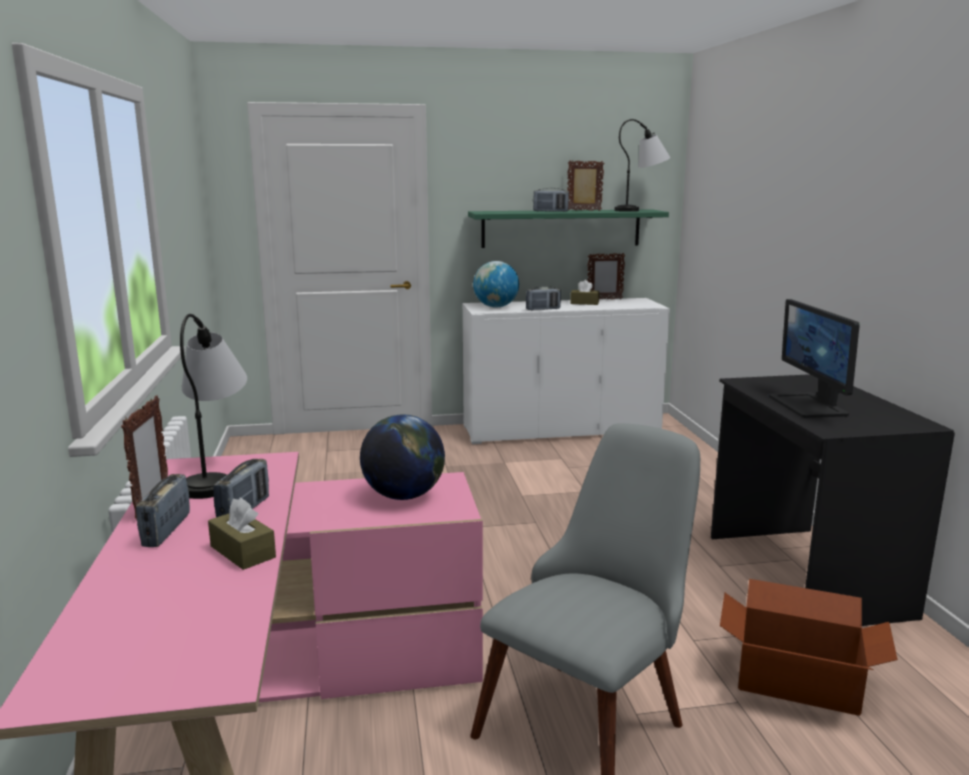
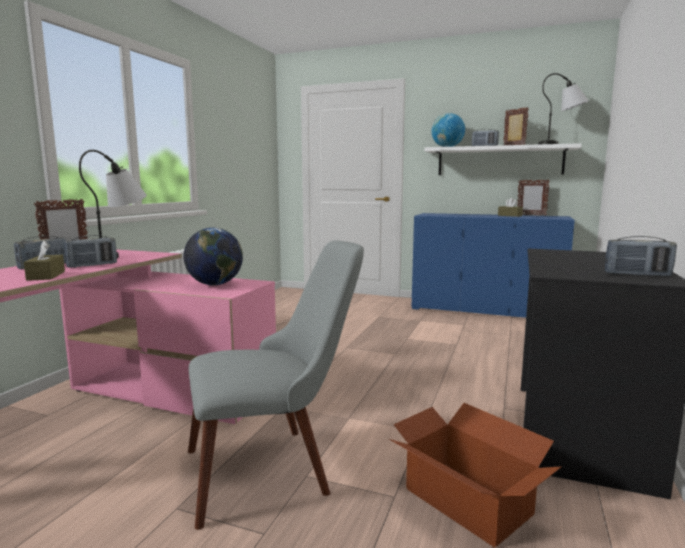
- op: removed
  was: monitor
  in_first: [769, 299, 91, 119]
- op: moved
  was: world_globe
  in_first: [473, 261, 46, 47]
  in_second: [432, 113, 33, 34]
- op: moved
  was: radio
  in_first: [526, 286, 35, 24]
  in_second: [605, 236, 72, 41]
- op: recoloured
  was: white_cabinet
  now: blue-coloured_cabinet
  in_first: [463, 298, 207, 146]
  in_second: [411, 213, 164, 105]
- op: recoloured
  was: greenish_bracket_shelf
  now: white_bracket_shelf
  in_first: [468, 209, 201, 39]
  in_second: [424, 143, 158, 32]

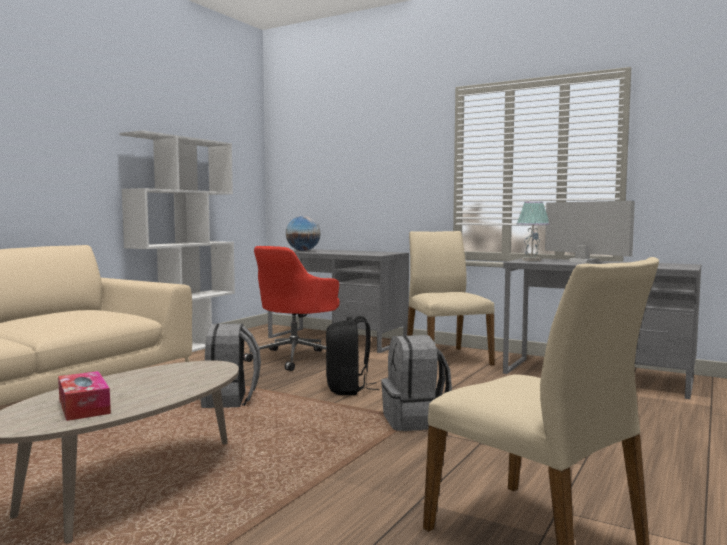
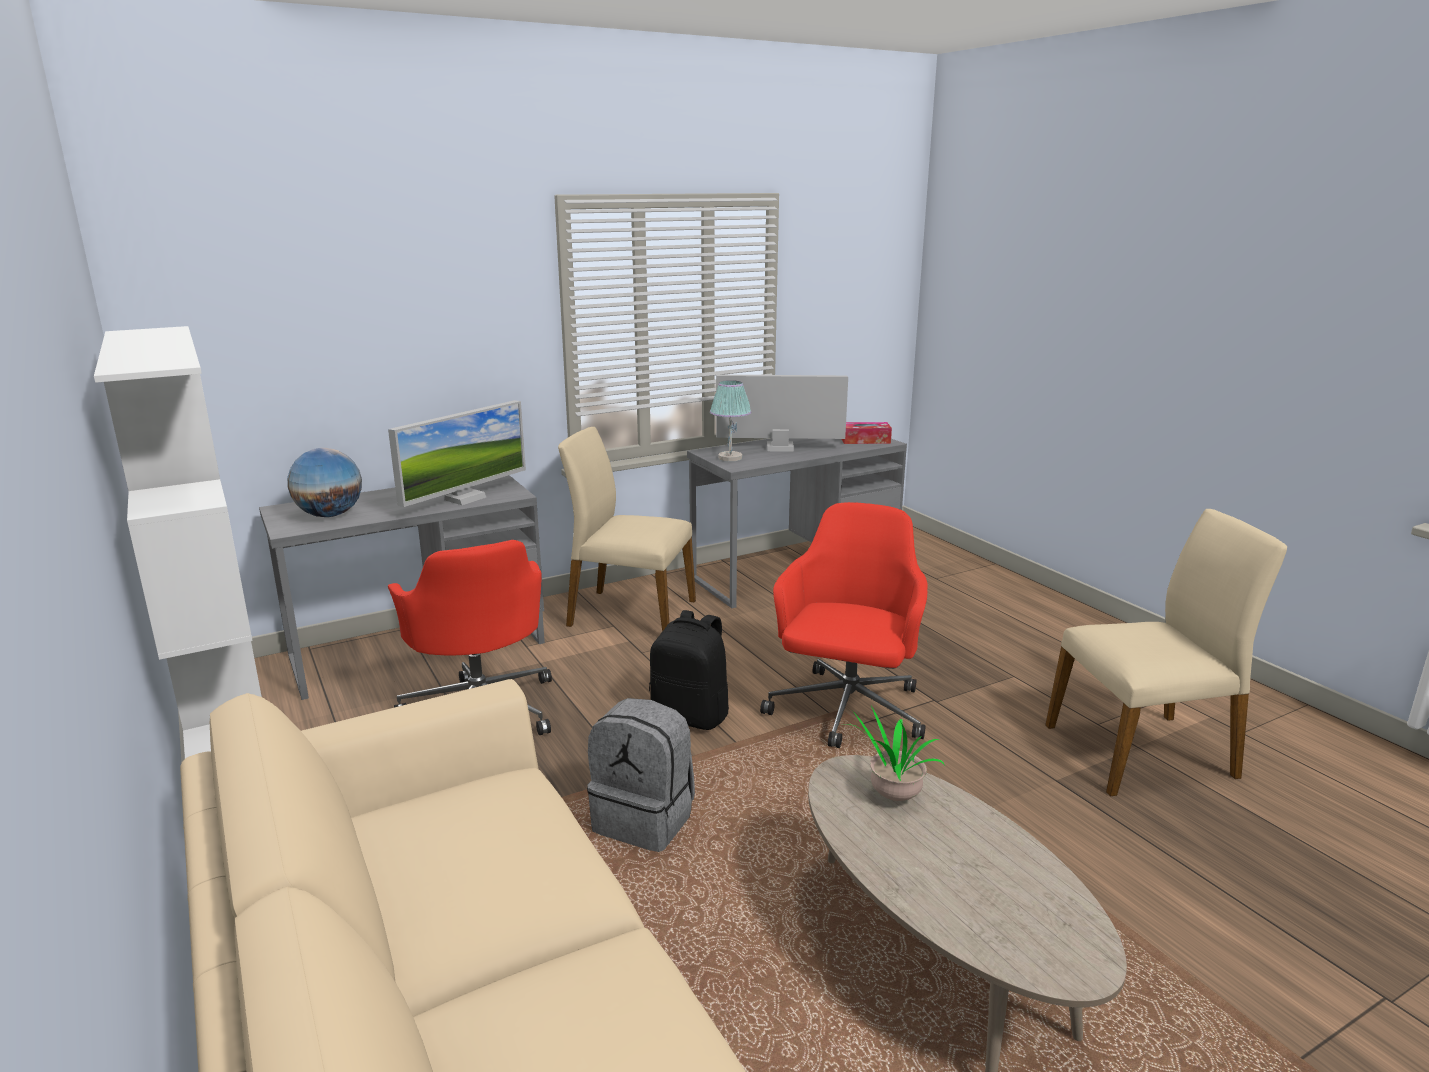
- op: added
  now: monitor
  in_second: [388, 400, 138, 107]
- op: added
  now: plant_in_a_pot
  in_second: [843, 707, 102, 94]
- op: moved
  was: tissue_holder
  in_first: [58, 371, 53, 50]
  in_second: [842, 422, 50, 22]
- op: replaced
  was: greyish_knapsack
  now: red_computer_chair
  in_first: [381, 335, 71, 96]
  in_second: [760, 502, 168, 246]

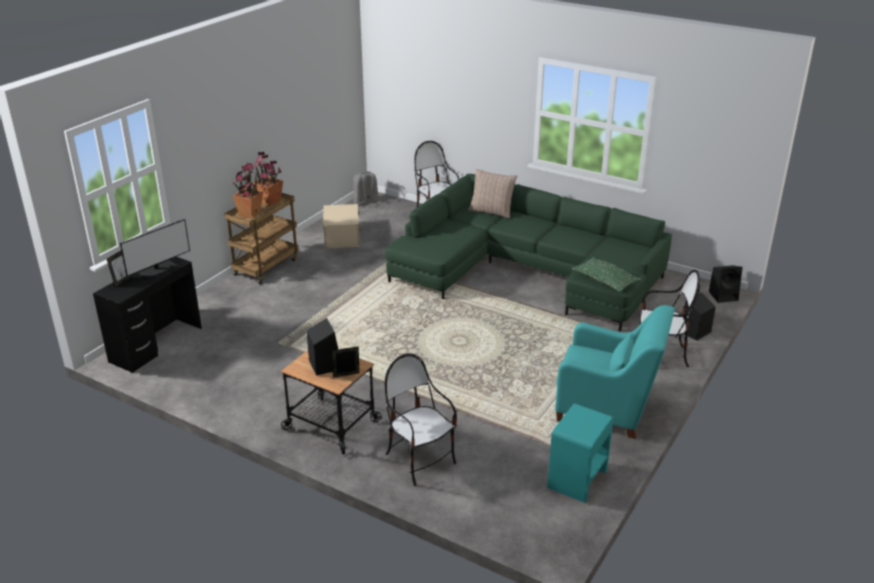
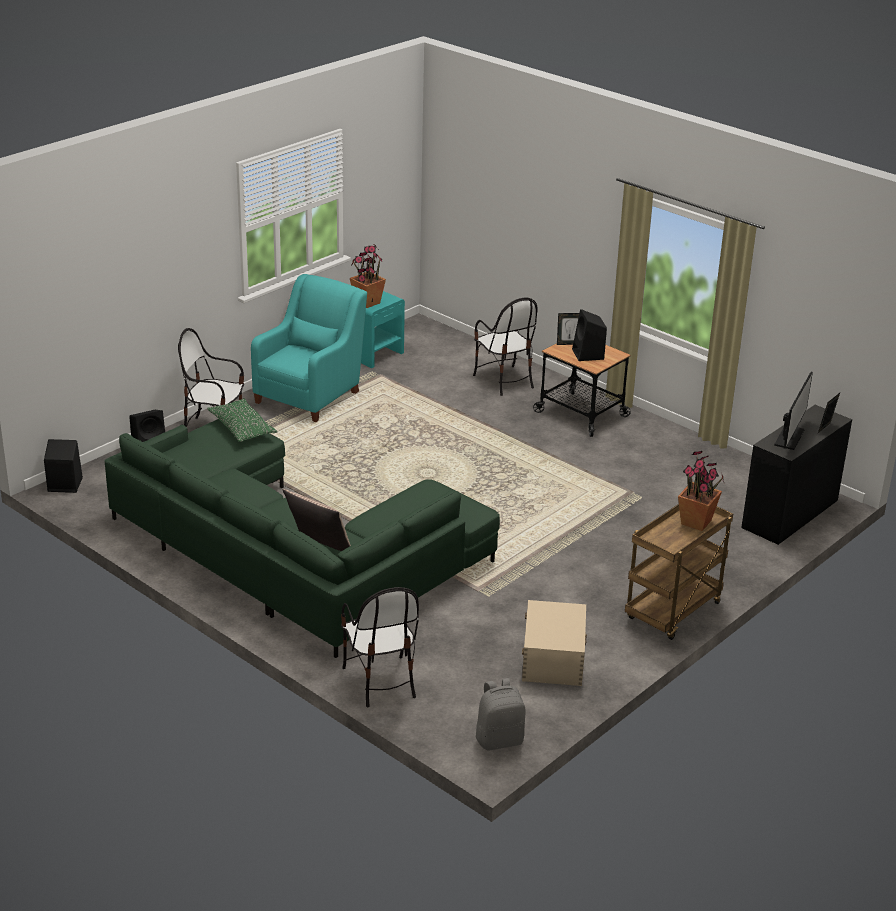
- op: moved
  was: plant_in_a_pot
  in_first: [253, 152, 30, 54]
  in_second: [350, 244, 36, 64]
- op: turned
  was: monitor
  in_first: [120, 219, 70, 61]
  in_second: [774, 371, 39, 79]
  clockwise: 150
- op: turned
  was: turquoise_armchair
  in_first: [555, 305, 120, 134]
  in_second: [251, 274, 116, 148]
  clockwise: 90

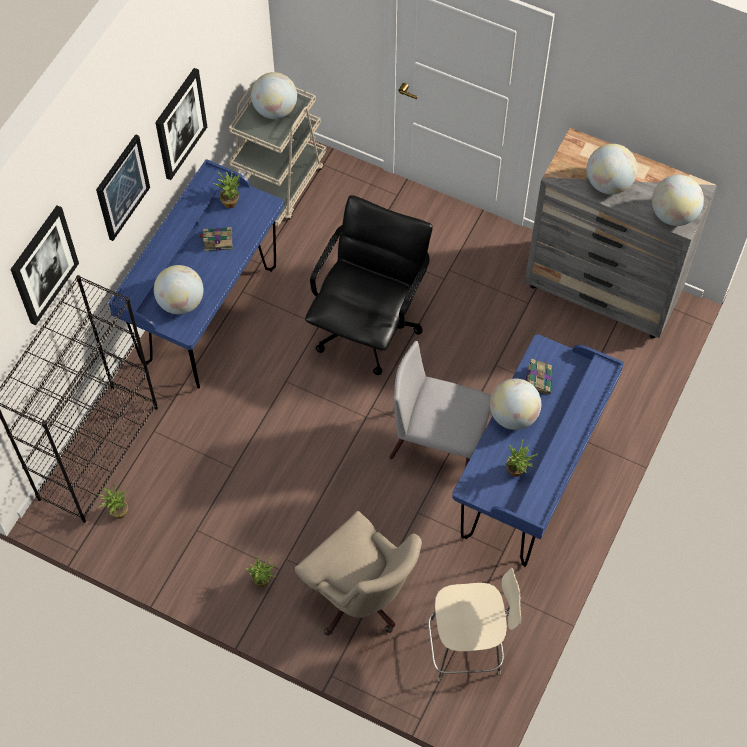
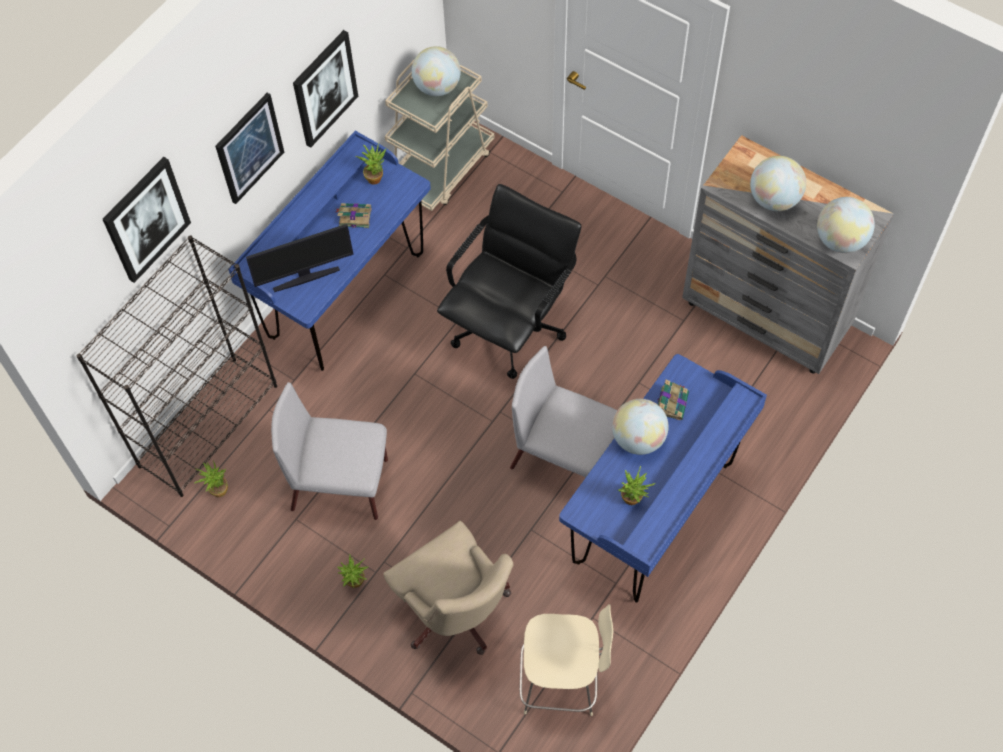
- op: added
  now: greyish_chair
  in_second: [271, 382, 117, 138]
- op: replaced
  was: world_globe
  now: monitor
  in_first: [154, 265, 49, 50]
  in_second: [246, 224, 108, 68]

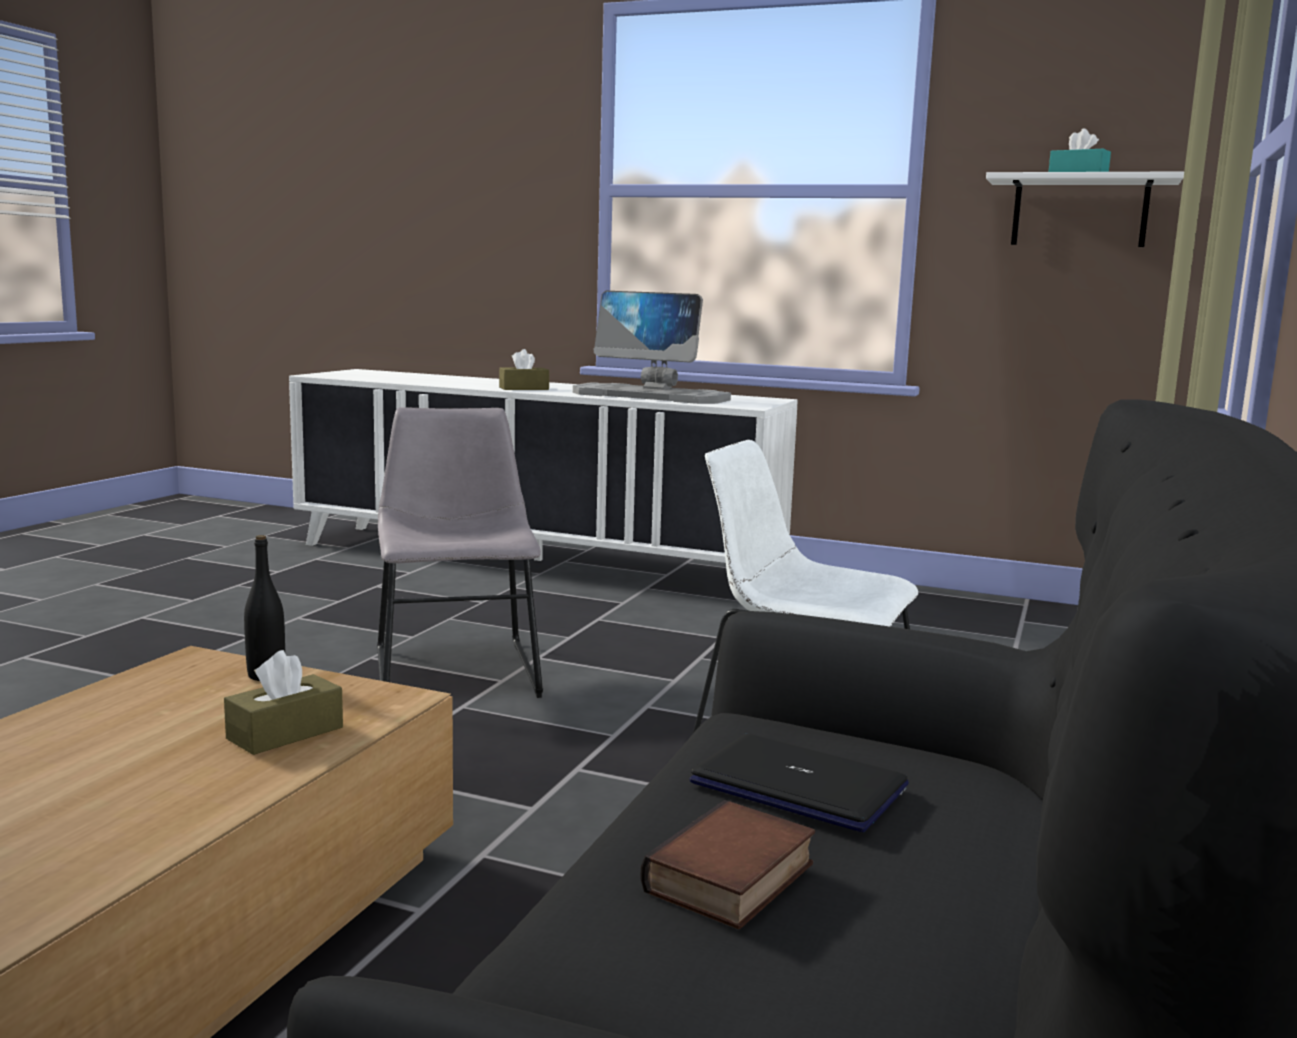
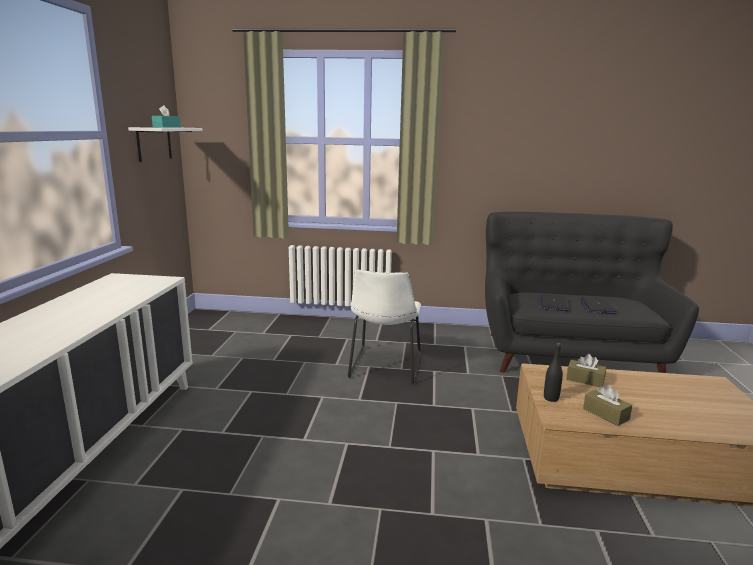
- op: removed
  was: greyish_chair
  in_first: [377, 407, 166, 291]
- op: removed
  was: monitor
  in_first: [573, 291, 158, 113]
- op: moved
  was: brown-coloured_tissue_holder
  in_first: [499, 349, 50, 41]
  in_second: [583, 385, 49, 41]
- op: replaced
  was: bound_book
  now: laptop
  in_first: [640, 800, 175, 129]
  in_second: [579, 297, 38, 17]

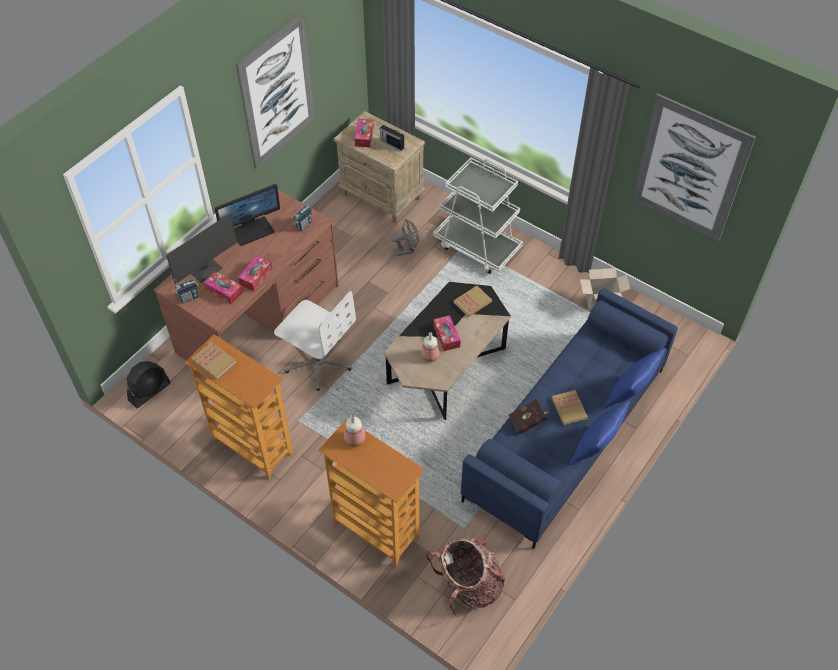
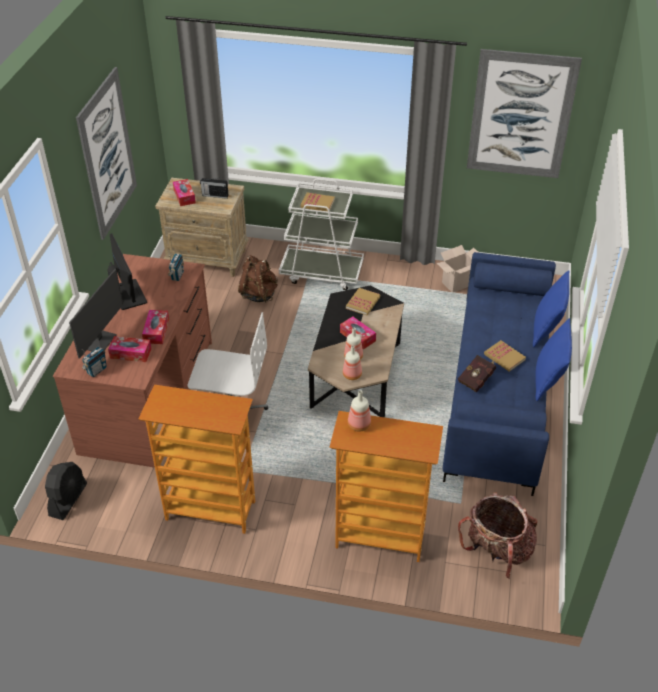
- op: added
  now: bottle
  in_second: [343, 345, 19, 35]
- op: moved
  was: bound_book
  in_first: [191, 342, 45, 37]
  in_second: [301, 192, 34, 19]
- op: replaced
  was: greyish_fan
  now: brown-coloured_knapsack
  in_first: [391, 219, 28, 37]
  in_second: [238, 255, 40, 48]
- op: turned
  was: monitor
  in_first: [214, 184, 66, 62]
  in_second: [107, 234, 40, 76]
  clockwise: -60

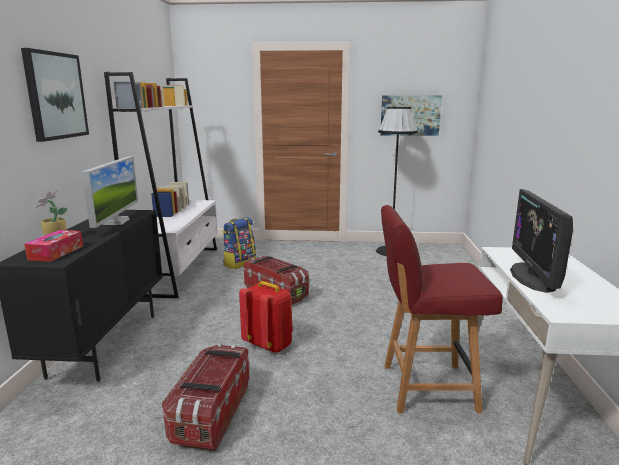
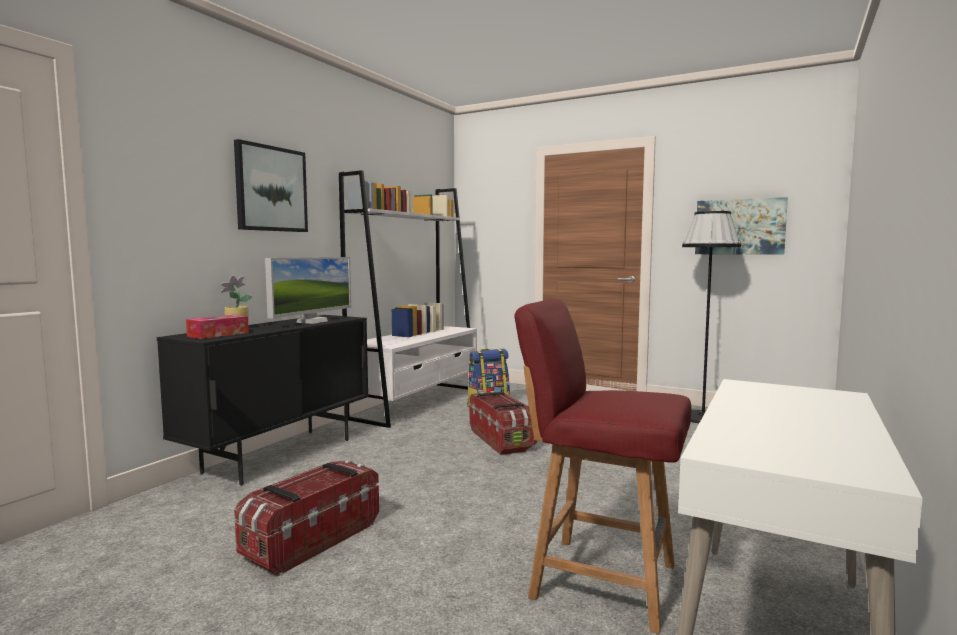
- op: removed
  was: red_knapsack
  in_first: [239, 281, 54, 72]
- op: removed
  was: monitor
  in_first: [510, 189, 63, 104]

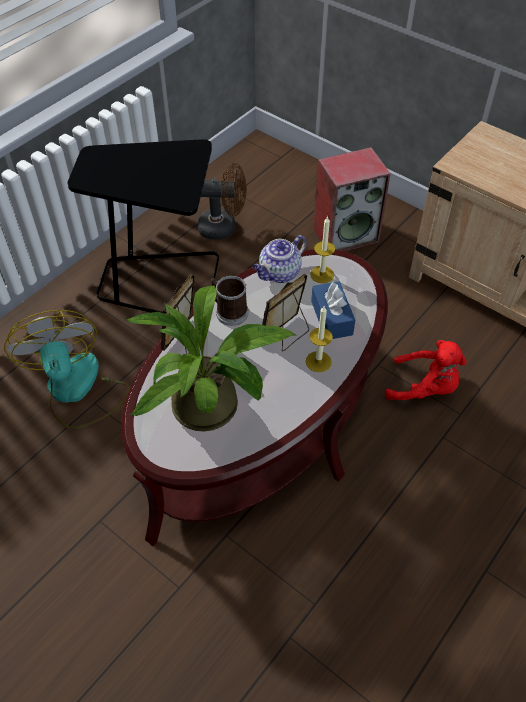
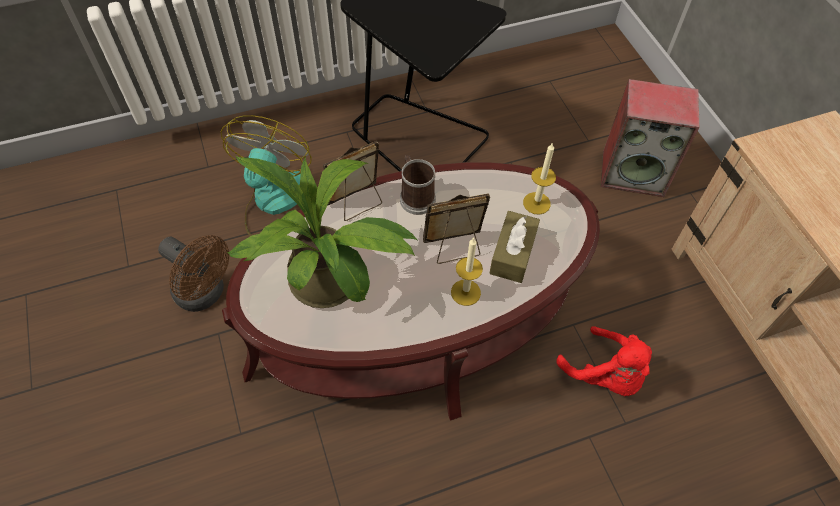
- op: removed
  was: tea_pot
  in_first: [253, 235, 54, 48]
- op: moved
  was: brown-coloured_fan
  in_first: [197, 163, 49, 77]
  in_second: [158, 235, 71, 77]
- op: recoloured
  was: blue-coloured_tissue_holder
  now: brown-coloured_tissue_holder
  in_first: [311, 281, 44, 58]
  in_second: [489, 211, 51, 72]

